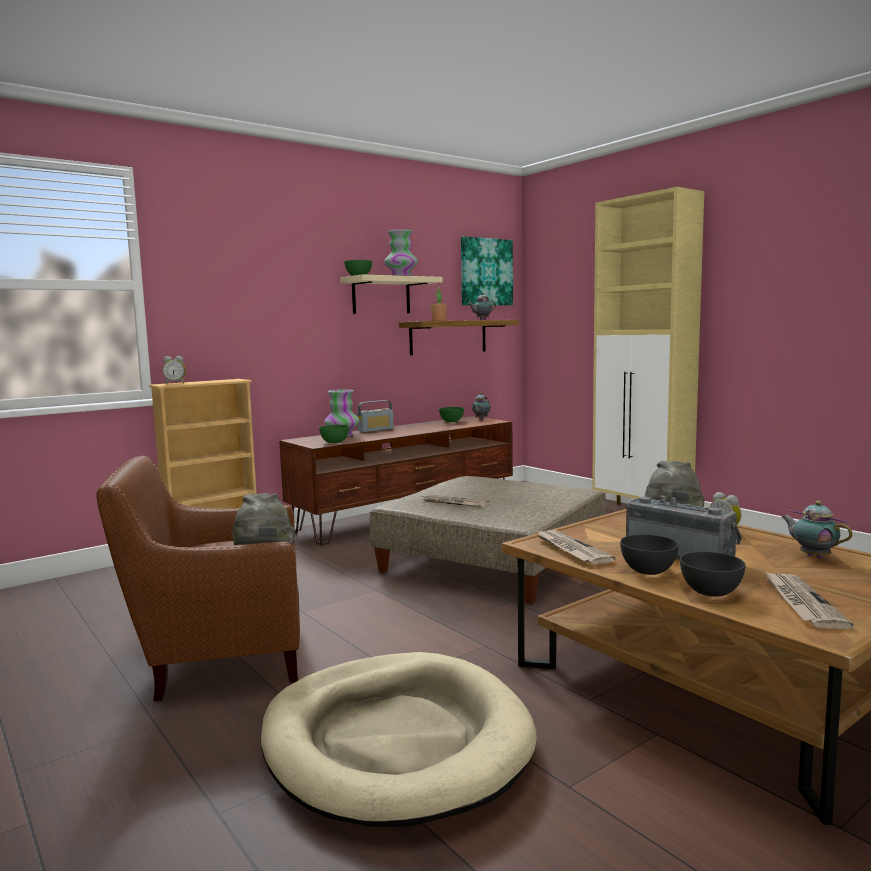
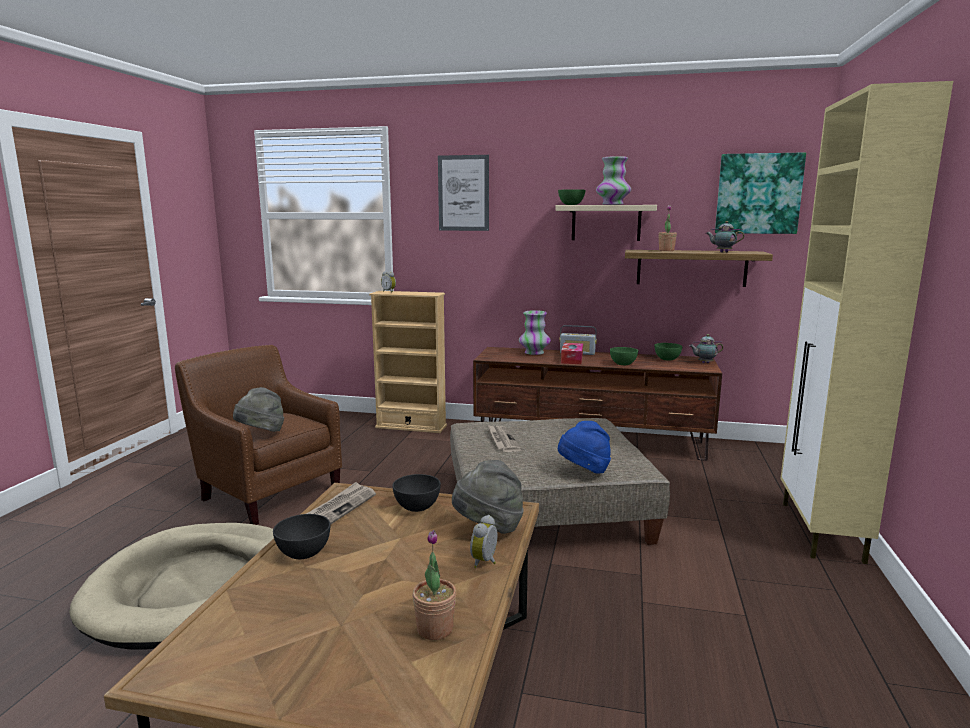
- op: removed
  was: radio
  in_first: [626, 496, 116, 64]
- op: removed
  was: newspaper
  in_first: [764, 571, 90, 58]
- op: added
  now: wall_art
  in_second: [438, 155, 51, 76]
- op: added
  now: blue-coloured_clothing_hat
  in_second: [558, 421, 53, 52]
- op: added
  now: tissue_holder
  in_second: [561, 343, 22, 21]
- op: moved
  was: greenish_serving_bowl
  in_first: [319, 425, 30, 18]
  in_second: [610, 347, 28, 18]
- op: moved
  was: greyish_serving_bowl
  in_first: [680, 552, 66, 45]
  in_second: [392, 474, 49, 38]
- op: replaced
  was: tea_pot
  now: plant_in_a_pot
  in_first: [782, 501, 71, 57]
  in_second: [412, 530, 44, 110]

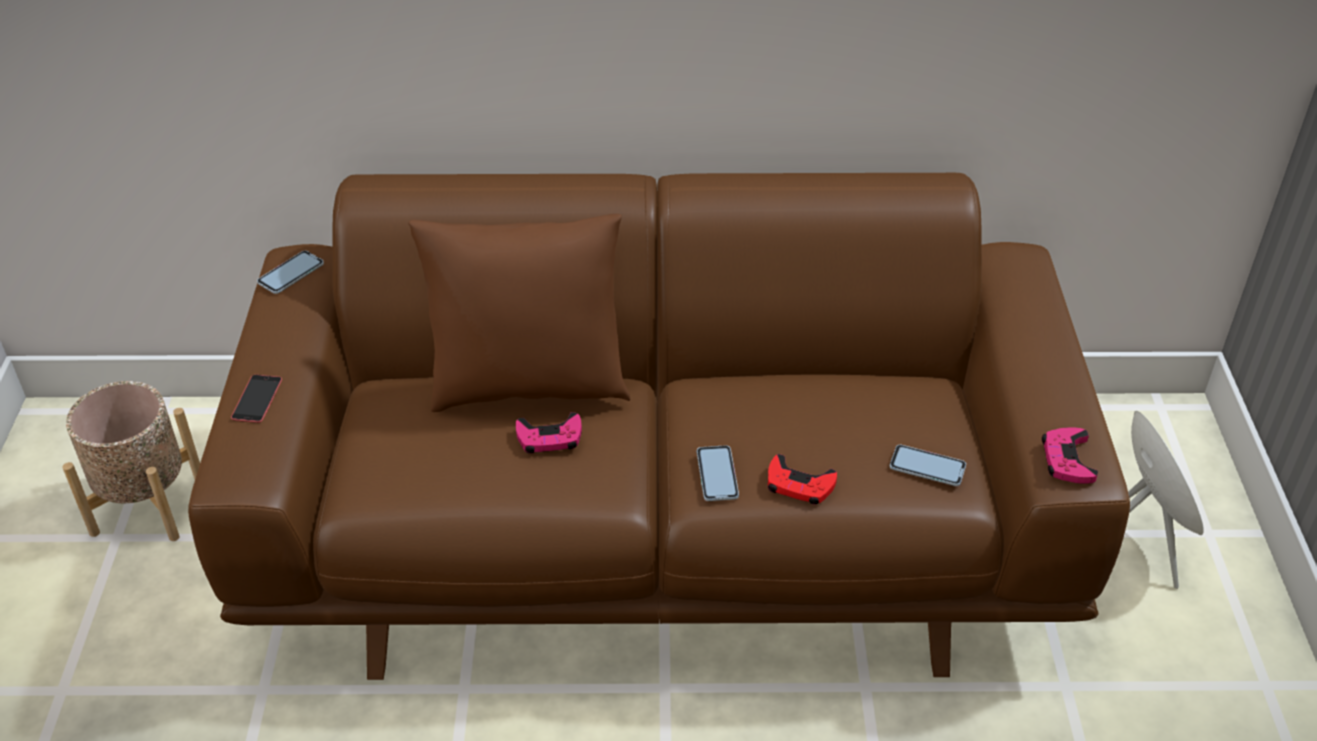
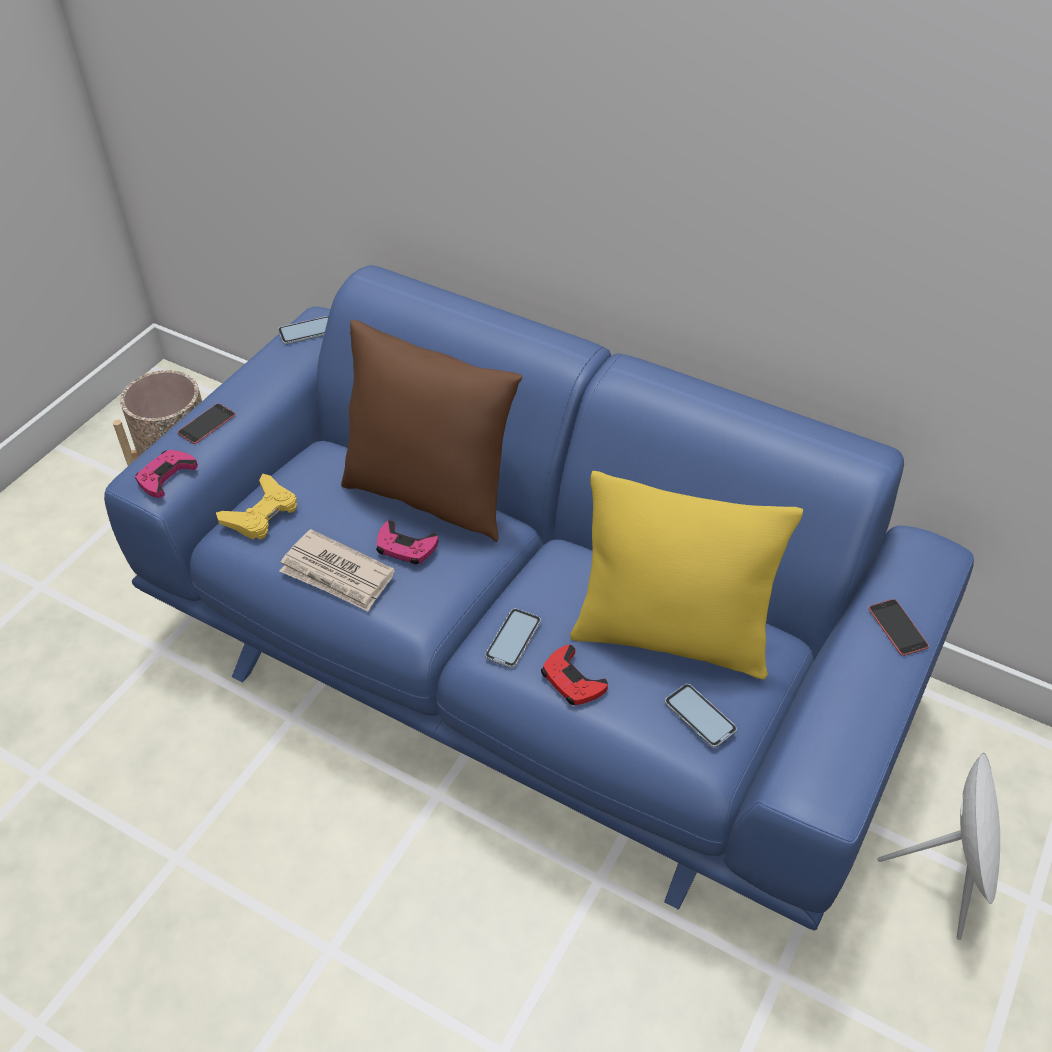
- op: added
  now: yellow-coloured_joypad
  in_second: [216, 474, 81, 66]
- op: added
  now: newspaper
  in_second: [280, 529, 115, 83]
- op: added
  now: yellow-coloured_throw_pillow
  in_second: [570, 471, 233, 209]
- op: added
  now: phone
  in_second: [869, 599, 60, 57]
- op: moved
  was: pink-coloured_joypad
  in_first: [1042, 427, 56, 57]
  in_second: [135, 450, 63, 48]
- op: recoloured
  was: brown-coloured_settee
  now: blue-coloured_settee
  in_first: [188, 173, 942, 507]
  in_second: [104, 265, 870, 665]

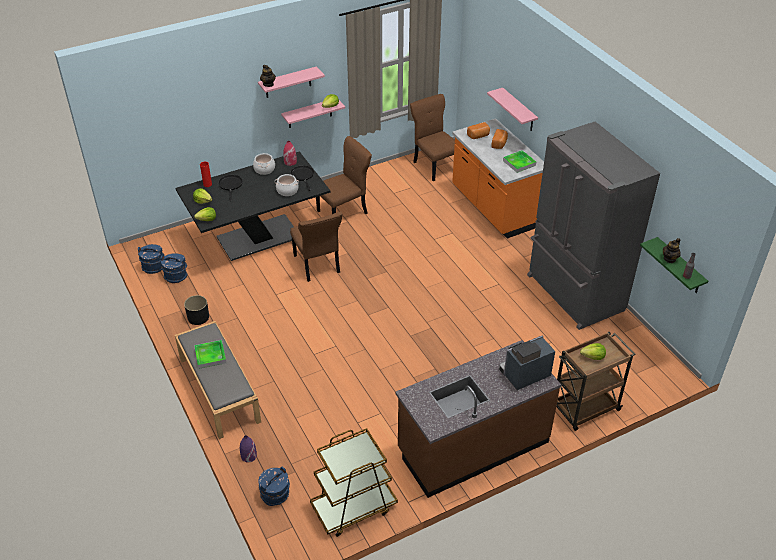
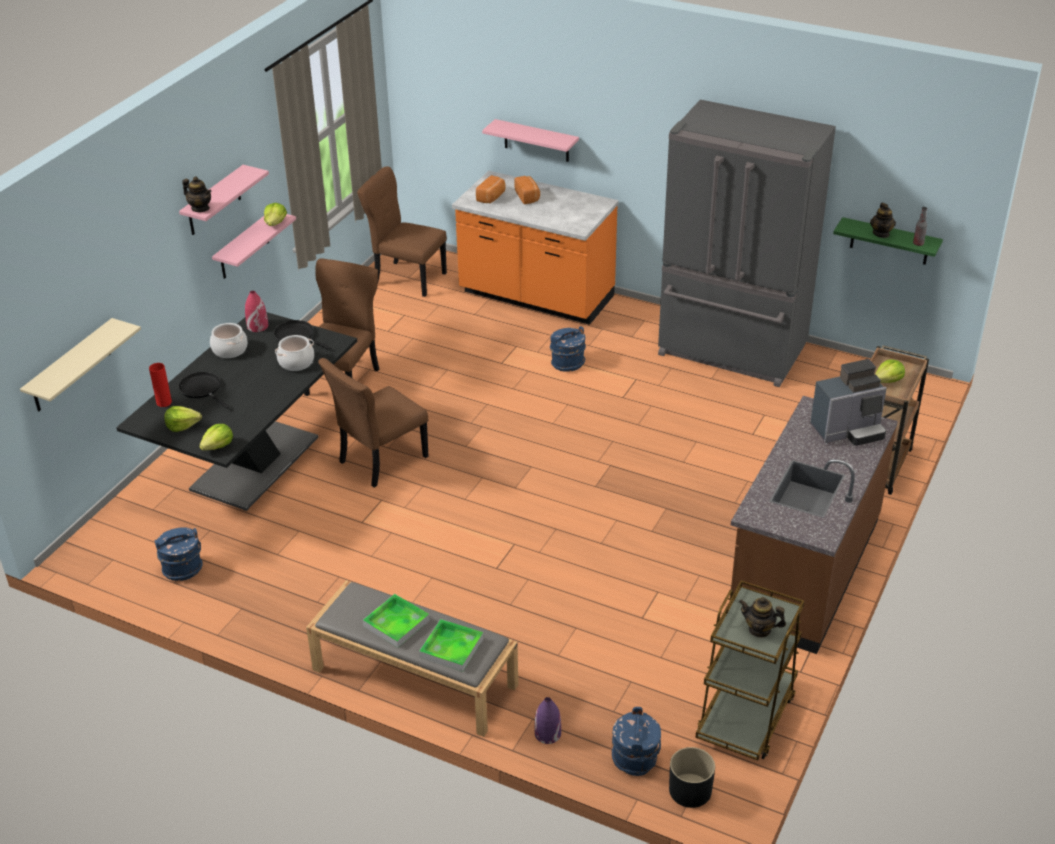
- op: added
  now: beige-coloured_bracket_shelf
  in_second: [20, 318, 121, 93]
- op: added
  now: tea_pot
  in_second: [739, 597, 47, 41]
- op: moved
  was: blue-coloured_pail
  in_first: [138, 244, 26, 30]
  in_second: [550, 326, 36, 46]
- op: moved
  was: blackish_planter
  in_first: [184, 295, 25, 30]
  in_second: [669, 747, 46, 61]
- op: moved
  was: carrying_tray
  in_first: [503, 150, 33, 23]
  in_second: [419, 619, 64, 53]
- op: turned
  was: brown-coloured_chair
  in_first: [290, 211, 52, 71]
  in_second: [318, 358, 110, 130]
  clockwise: 105
- op: turned
  was: coffee_machine
  in_first: [499, 335, 56, 55]
  in_second: [810, 359, 77, 86]
  clockwise: -135

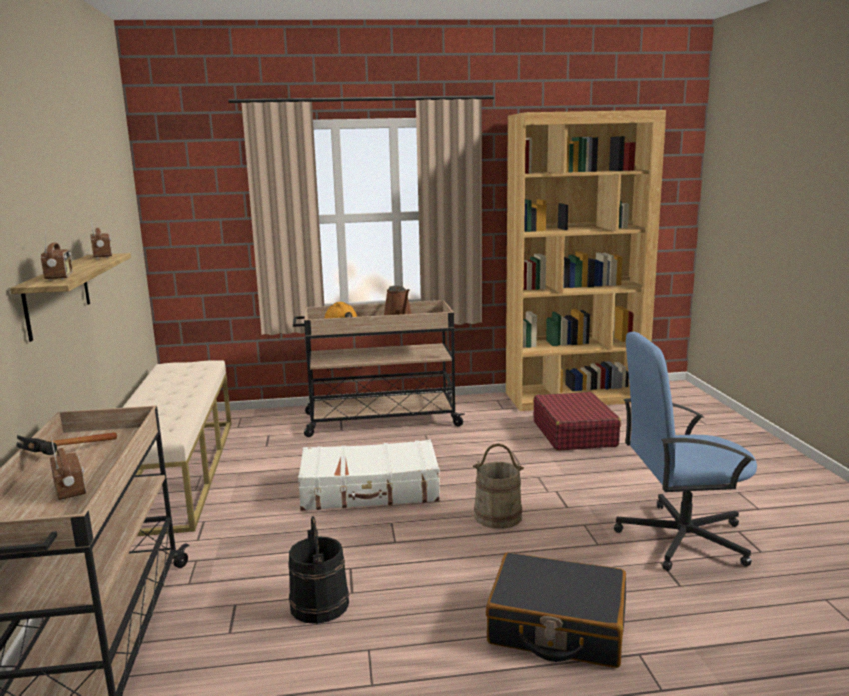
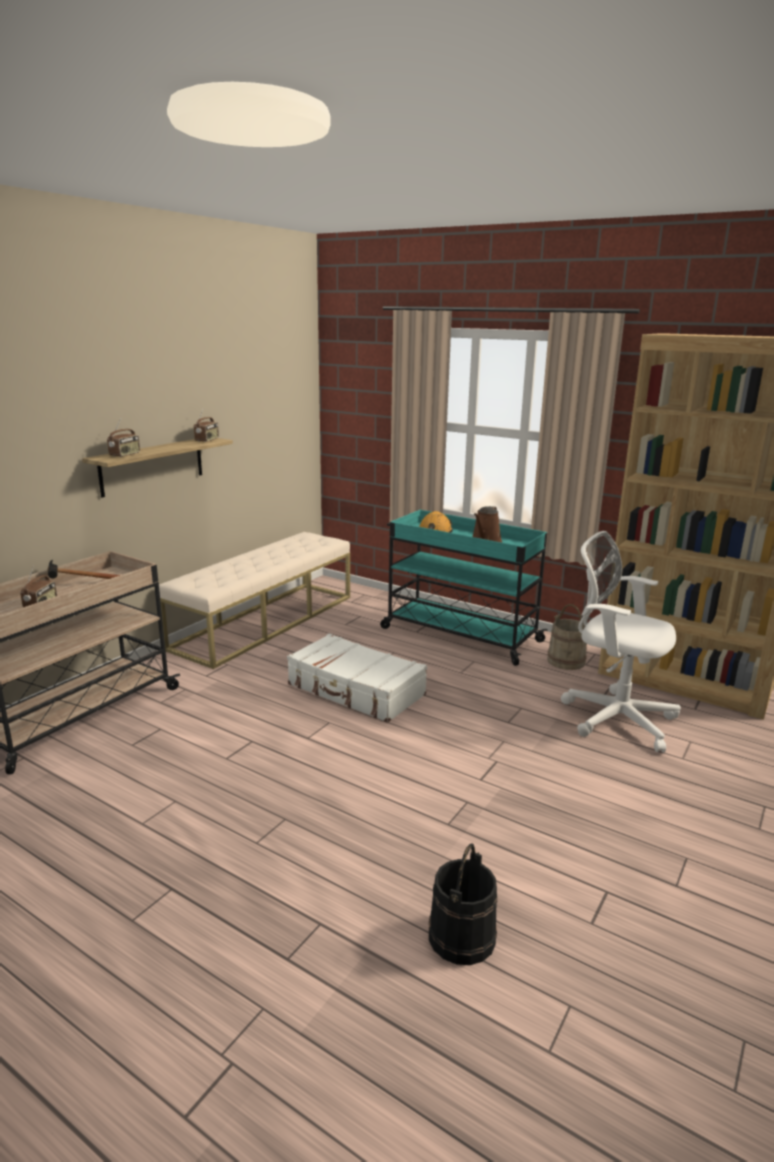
- op: removed
  was: blackish_travel_case
  in_first: [486, 552, 140, 116]
- op: removed
  was: blue-coloured_computer_chair
  in_first: [614, 332, 143, 239]
- op: moved
  was: blackish_pail
  in_first: [288, 516, 61, 108]
  in_second: [429, 843, 68, 122]
- op: moved
  was: beige-coloured_pail
  in_first: [473, 443, 51, 86]
  in_second: [547, 604, 40, 66]
- op: replaced
  was: red_travel_case
  now: white_computer_chair
  in_first: [533, 392, 88, 59]
  in_second: [561, 531, 120, 221]
- op: recoloured
  was: beige-coloured_wheeled_cart
  now: turquoise_wheeled_cart
  in_first: [293, 300, 171, 137]
  in_second: [380, 510, 168, 156]

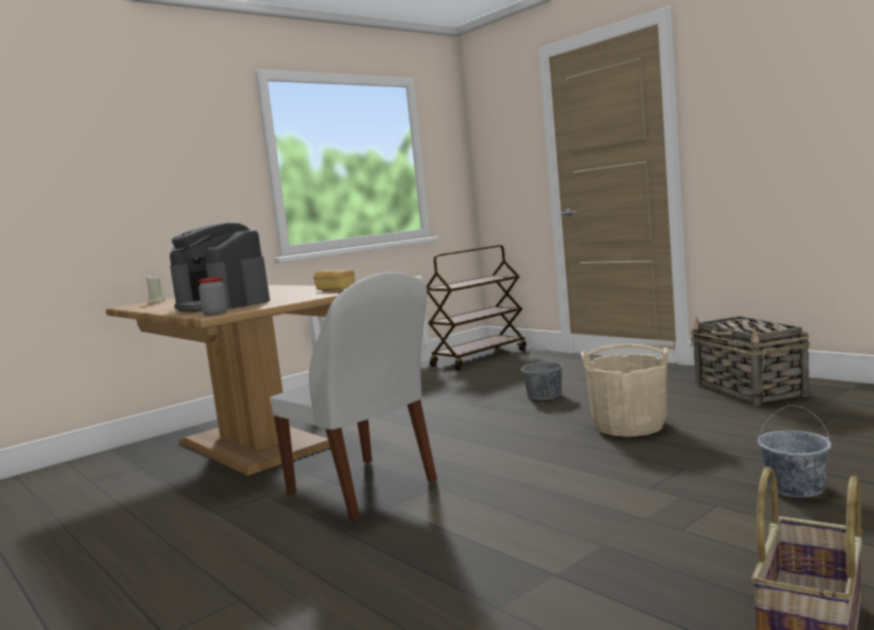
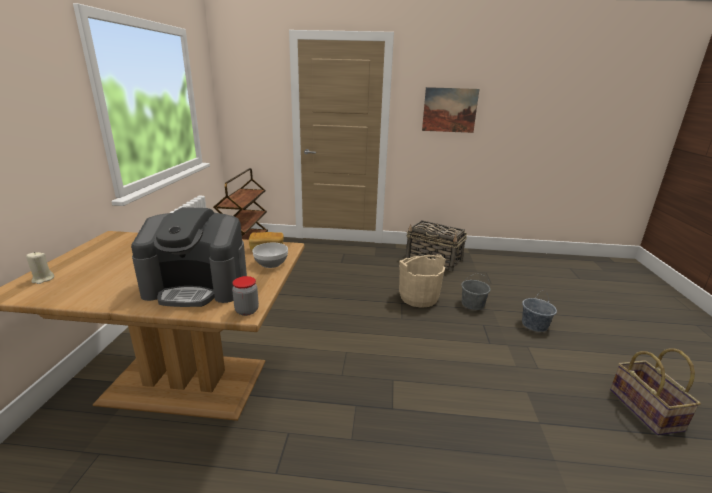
- op: removed
  was: white_chair
  in_first: [270, 272, 167, 248]
- op: added
  now: serving_bowl
  in_second: [252, 243, 36, 25]
- op: added
  now: wall_art
  in_second: [422, 87, 57, 46]
- op: moved
  was: greyish_pail
  in_first: [521, 345, 43, 55]
  in_second: [461, 273, 30, 37]

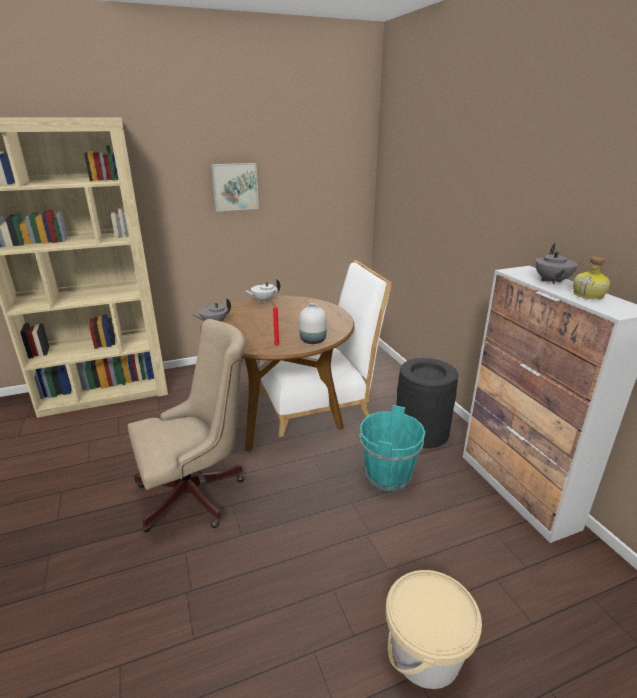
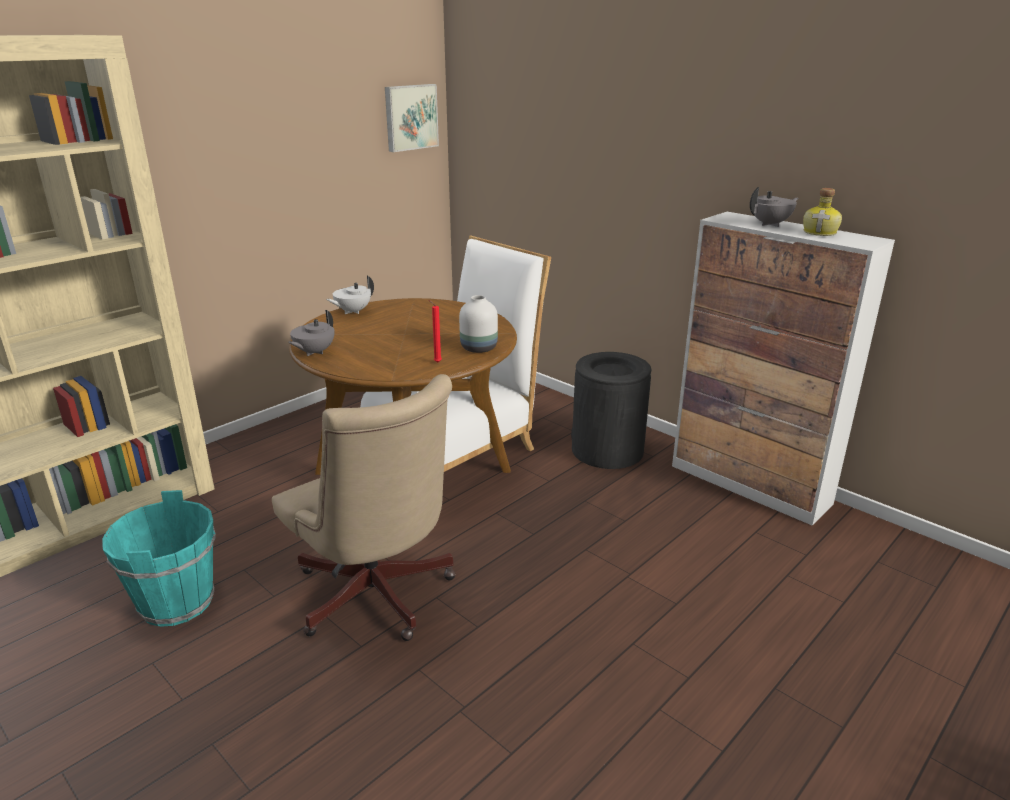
- op: removed
  was: beige-coloured_pail
  in_first: [385, 570, 97, 119]
- op: moved
  was: wall_art
  in_first: [211, 163, 48, 48]
  in_second: [385, 84, 54, 68]
- op: moved
  was: turquoise_pail
  in_first: [360, 405, 65, 86]
  in_second: [102, 490, 114, 137]
- op: turned
  was: beige-coloured_computer_chair
  in_first: [128, 319, 117, 213]
  in_second: [272, 374, 184, 267]
  clockwise: 105
- op: turned
  was: greyish_tea_pot
  in_first: [535, 244, 43, 41]
  in_second: [750, 187, 48, 40]
  clockwise: -105

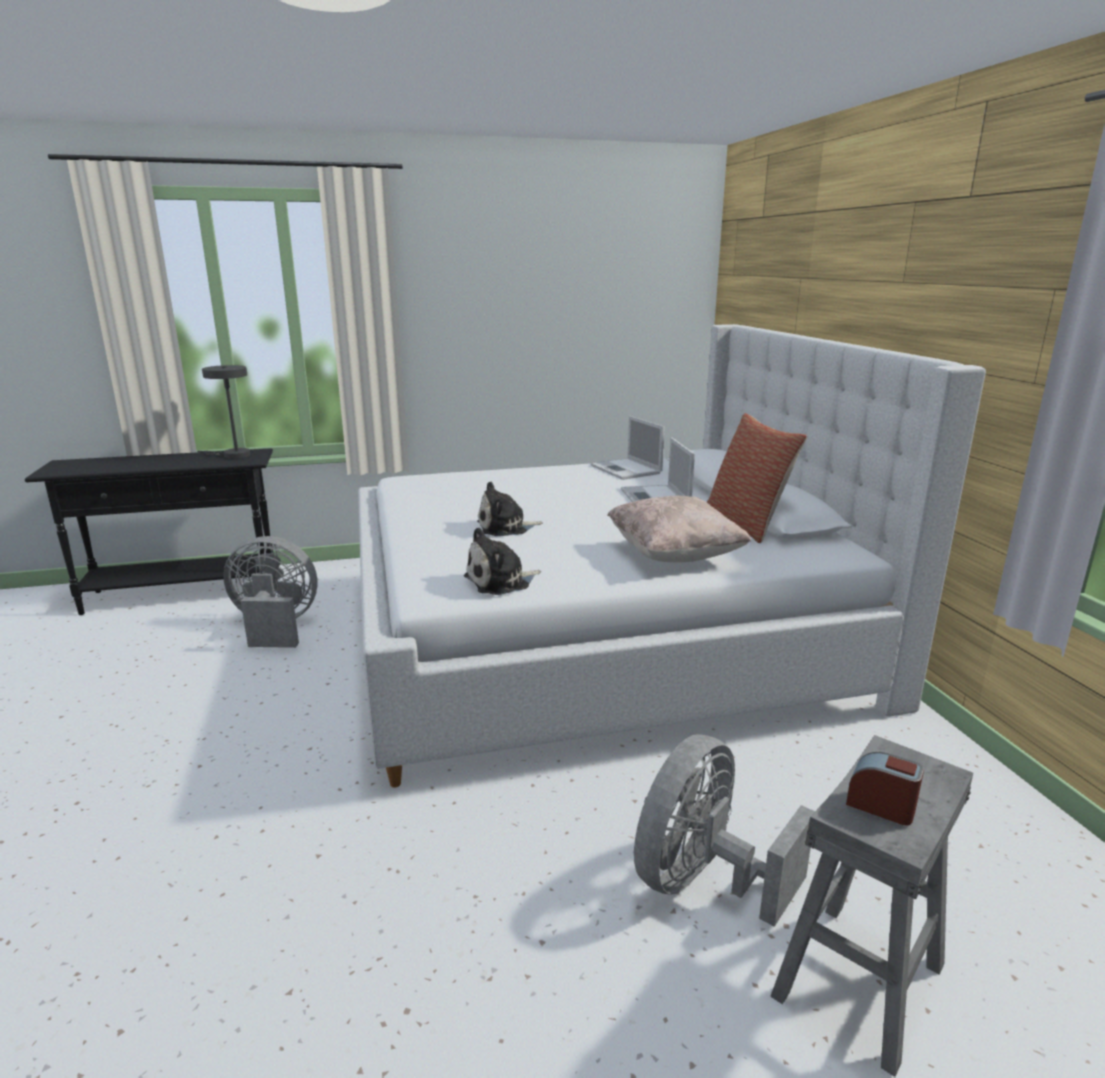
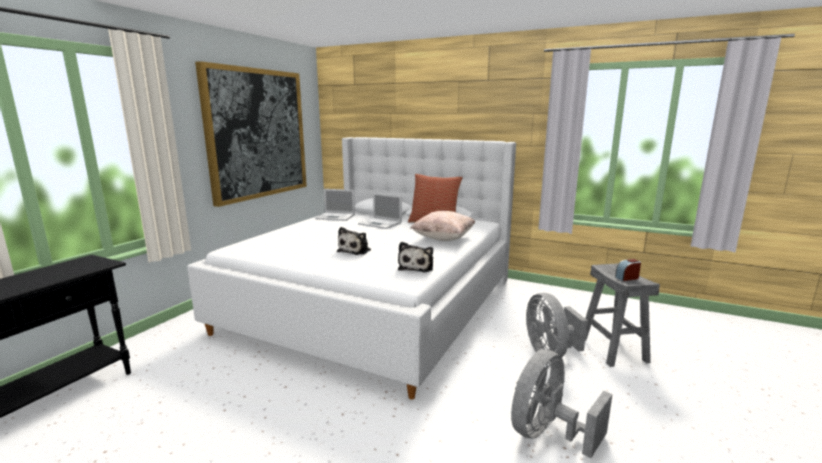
- op: removed
  was: greyish_table_lamp
  in_first: [197, 365, 53, 94]
- op: added
  now: wall_art
  in_second: [195, 61, 112, 146]
- op: moved
  was: greyish_fan
  in_first: [224, 536, 94, 112]
  in_second: [511, 349, 102, 109]

